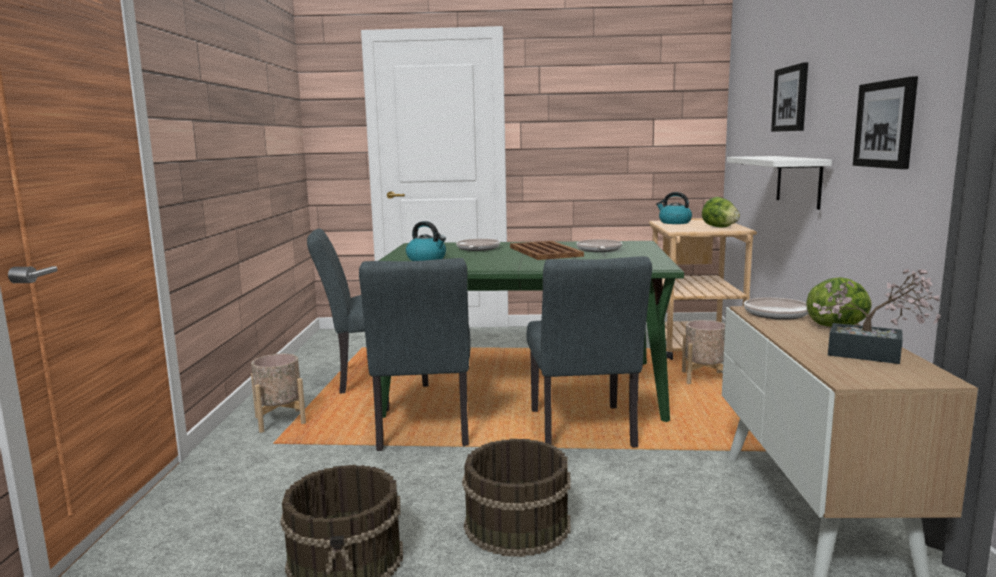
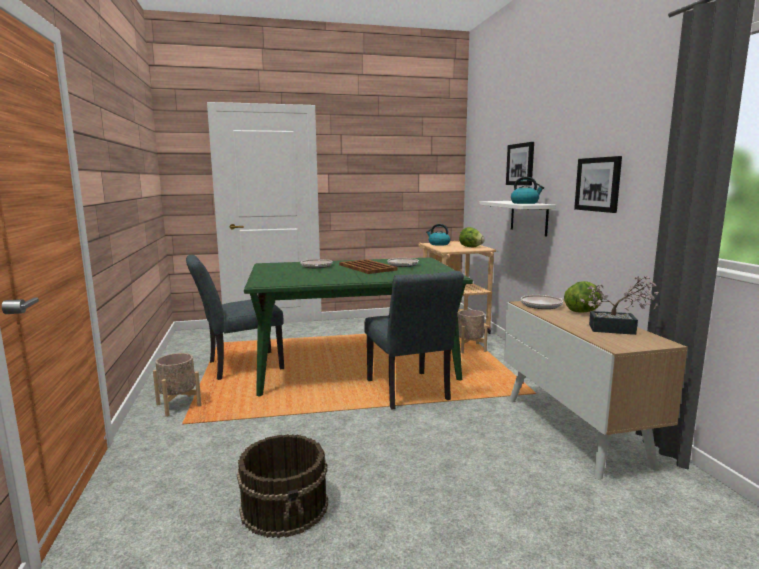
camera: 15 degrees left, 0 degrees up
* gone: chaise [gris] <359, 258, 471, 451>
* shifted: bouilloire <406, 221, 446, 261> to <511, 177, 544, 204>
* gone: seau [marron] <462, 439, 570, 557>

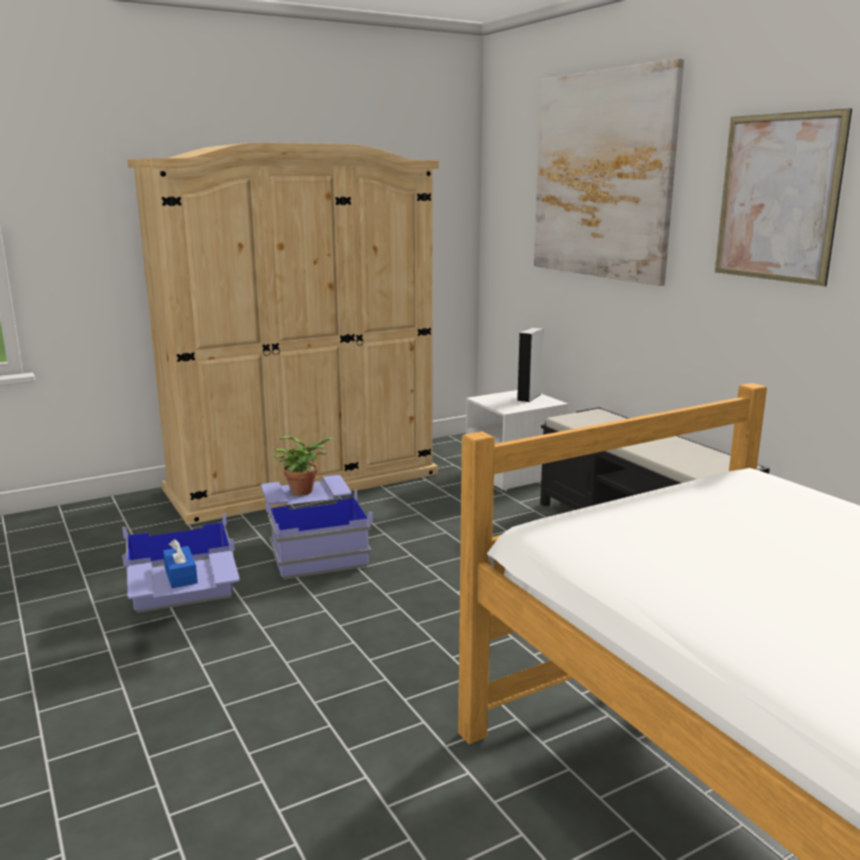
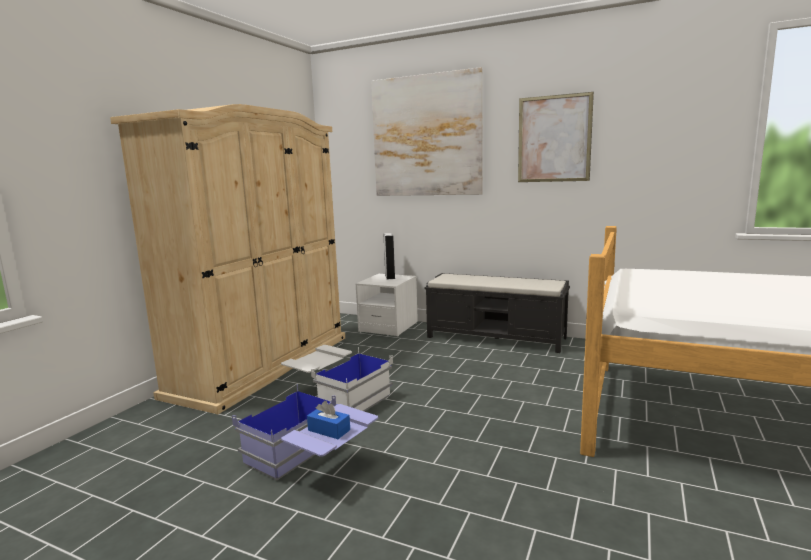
camera: 35 degrees left, 5 degrees down
* repainted: boîte de rangement [bleu] <261, 475, 373, 580> to boîte de rangement [blanc] <281, 345, 393, 412>
* gone: plante en pot <273, 436, 334, 496>

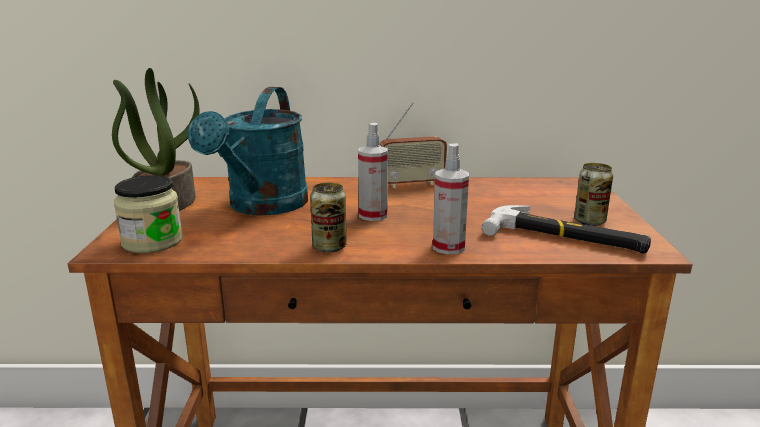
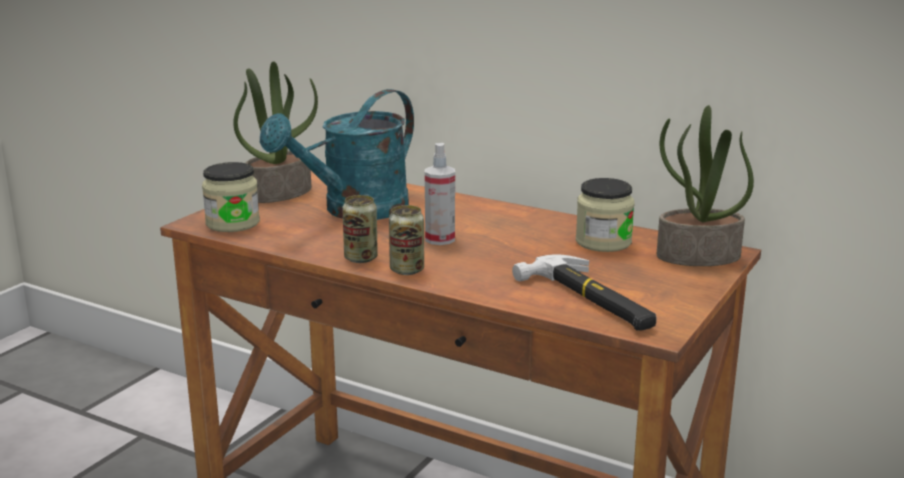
camera: 30 degrees right, 0 degrees up
* gone: radio <379, 102, 447, 188>
* gone: vaporisateur <433, 143, 469, 255>
* shifted: boîte métallique <574, 163, 613, 226> to <389, 205, 424, 275>
* new: bocal <576, 178, 635, 252>
* new: plante en pot <657, 105, 754, 266>

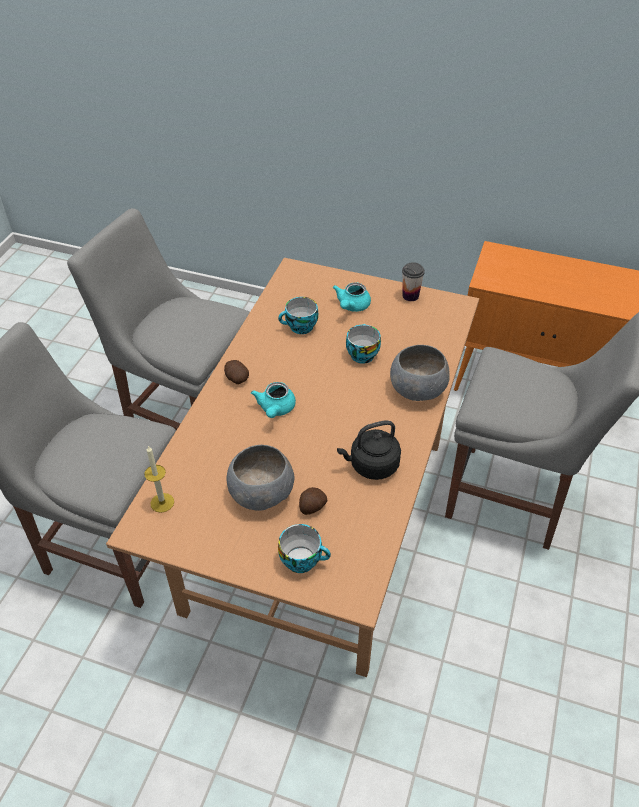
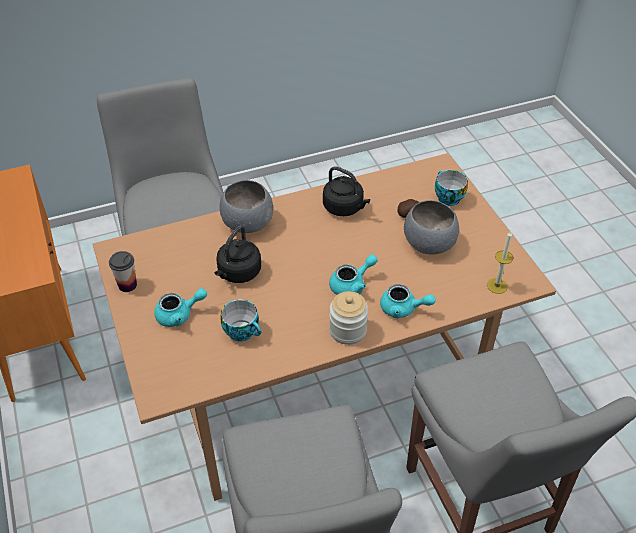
camera: 130 degrees left, 0 degrees up
* swapped: pomme de terre <224, 360, 249, 384> to bocal <329, 291, 368, 345>
* swapped: tasse <346, 324, 381, 364> to bouilloire [noir] <215, 226, 261, 283>
* new: théière [turquoise] <380, 284, 435, 318>

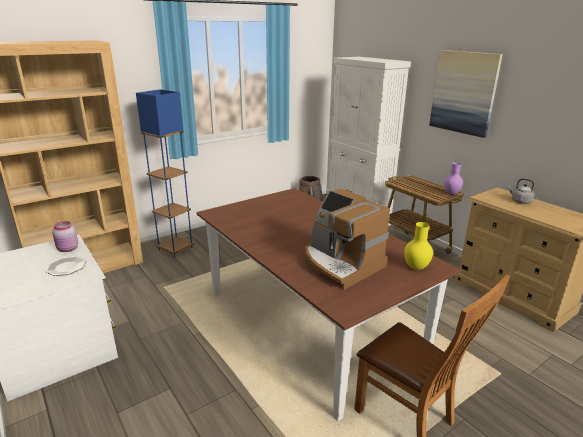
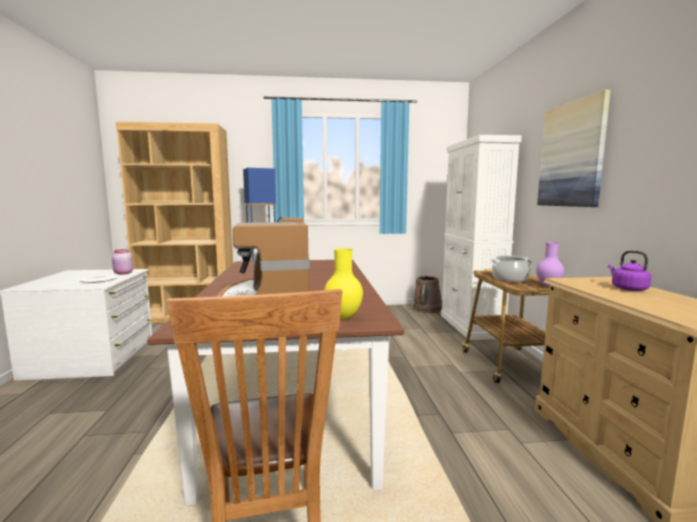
camera: 30 degrees right, 15 degrees down
* repainted: bouilloire [gris] <508, 178, 534, 204> to bouilloire [violet] <608, 251, 651, 291>
* new: marmite <491, 255, 533, 282>

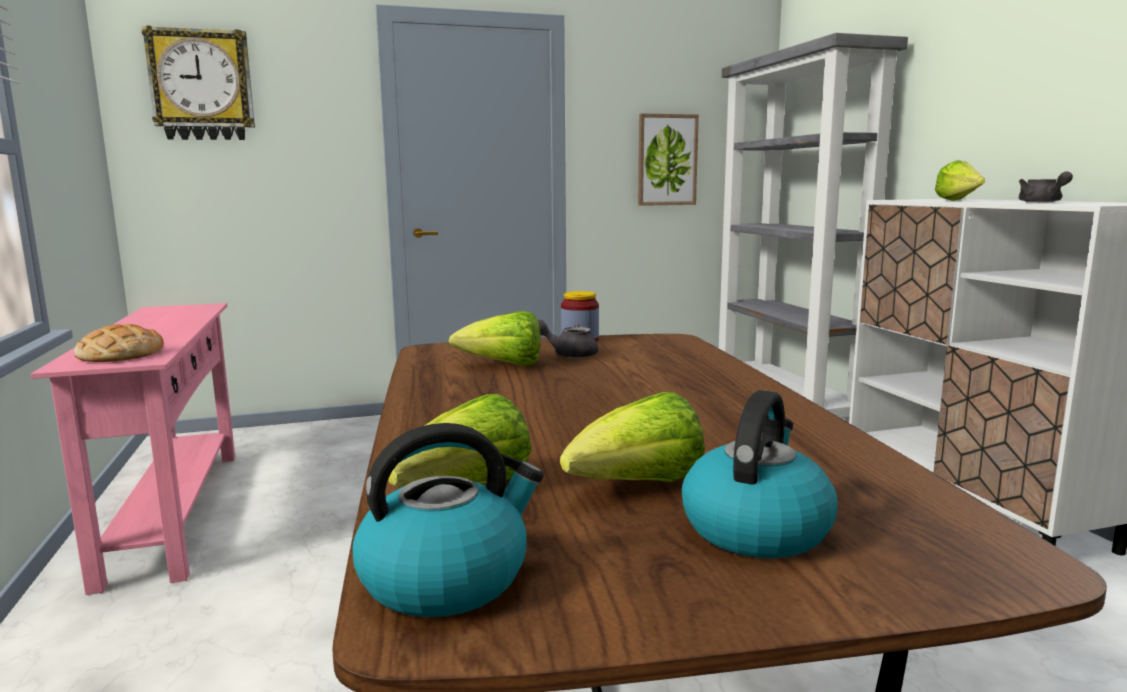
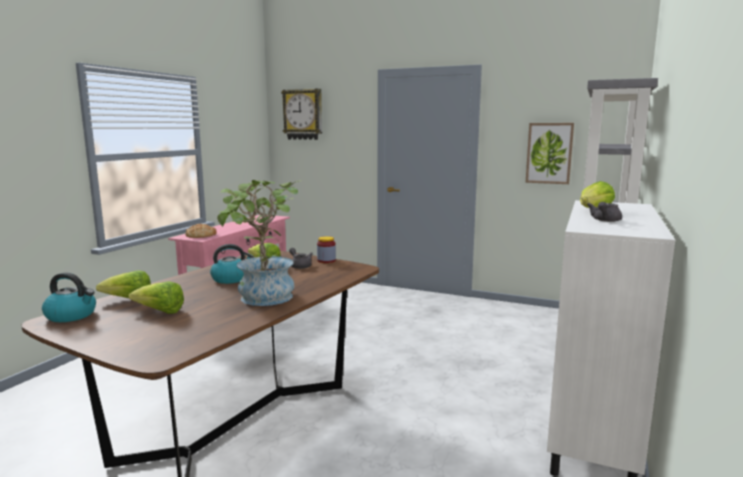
camera: 40 degrees right, 0 degrees up
* shifted: bouilloire <682, 390, 838, 558> to <210, 244, 254, 284>
* new: plante en pot <217, 180, 302, 306>

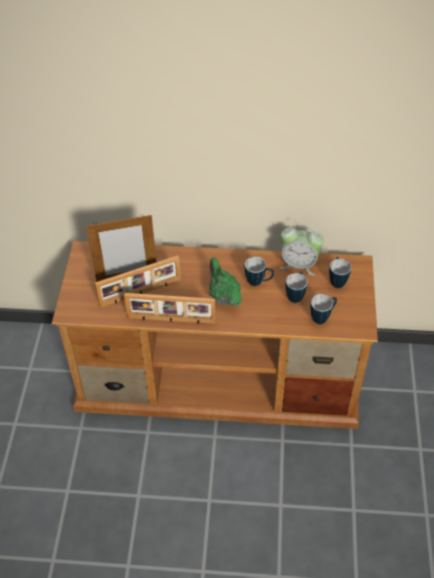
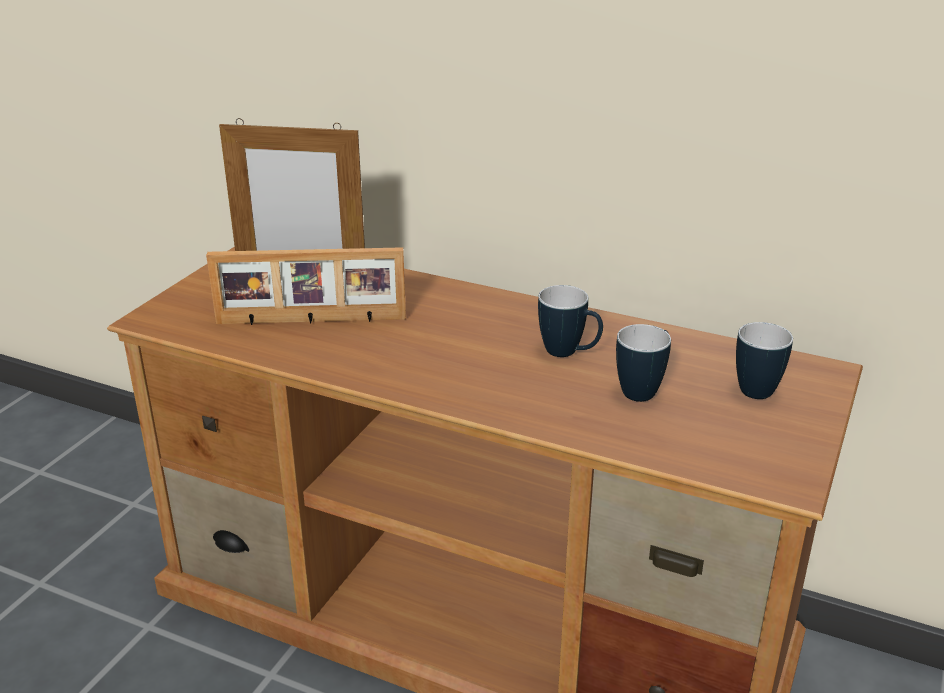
camera: 20 degrees right, 20 degrees down
* gone: cadre photo <124, 293, 216, 324>
* gone: théière [vert] <209, 257, 242, 306>
* gone: réveil <280, 225, 324, 275>
* gone: mug <310, 294, 337, 324>

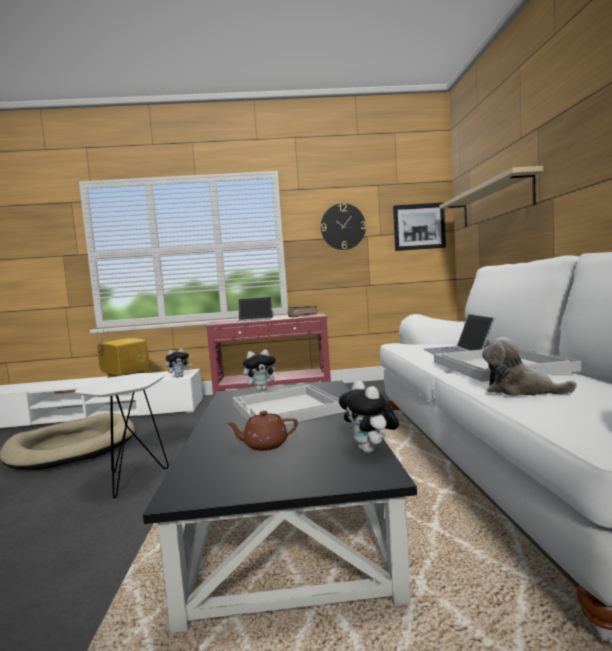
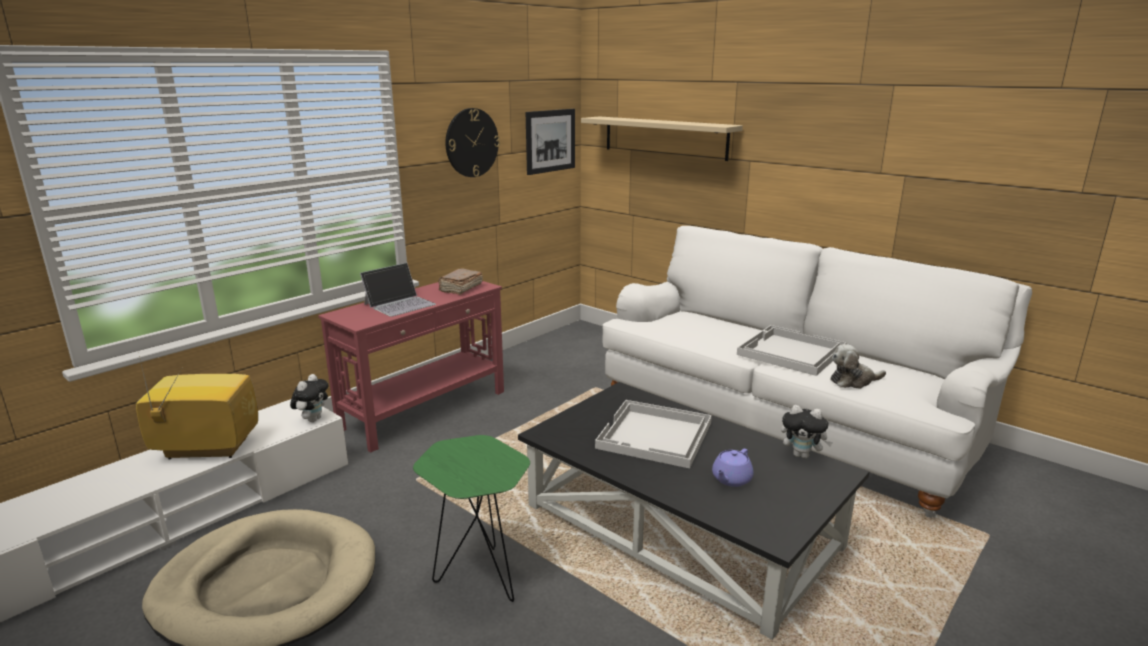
camera: 45 degrees left, 15 degrees up
* repainted: table d'appoint [blanc] <75, 373, 169, 499> to table d'appoint [vert] <413, 435, 530, 602>
* repainted: théière [marron] <226, 411, 298, 451> to théière [violet] <712, 449, 754, 487>
* gone: peluche <243, 349, 280, 391>
* gone: ordinateur portable <423, 314, 495, 354>

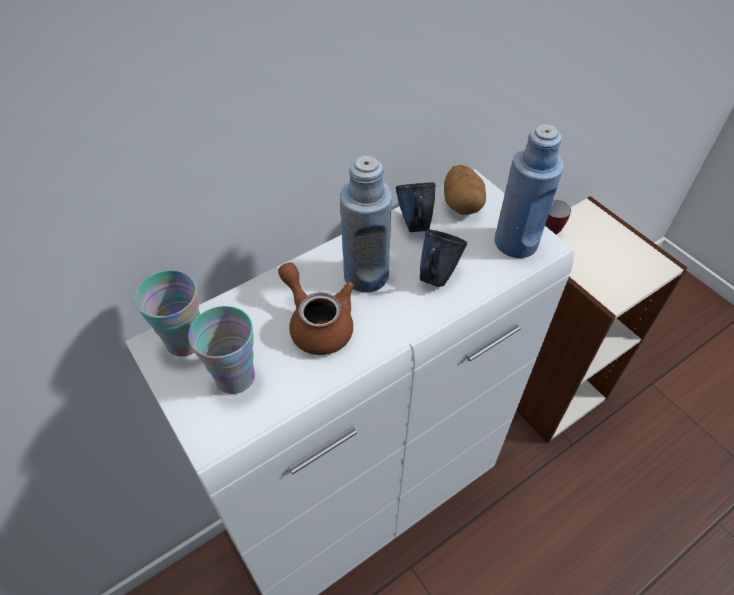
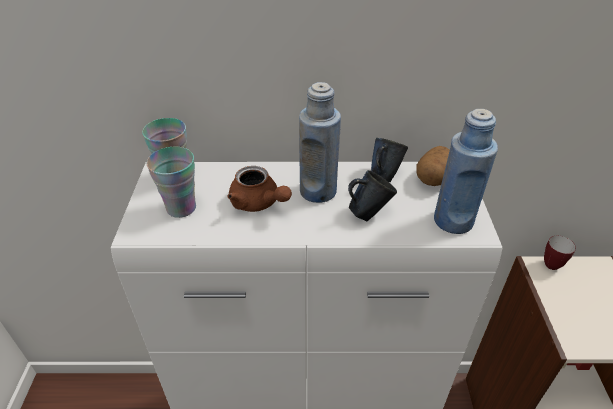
camera: 35 degrees right, 10 degrees down
* rotated: théière [marron] <278, 262, 354, 355> = <228, 166, 292, 212> 135 degrees clockwise

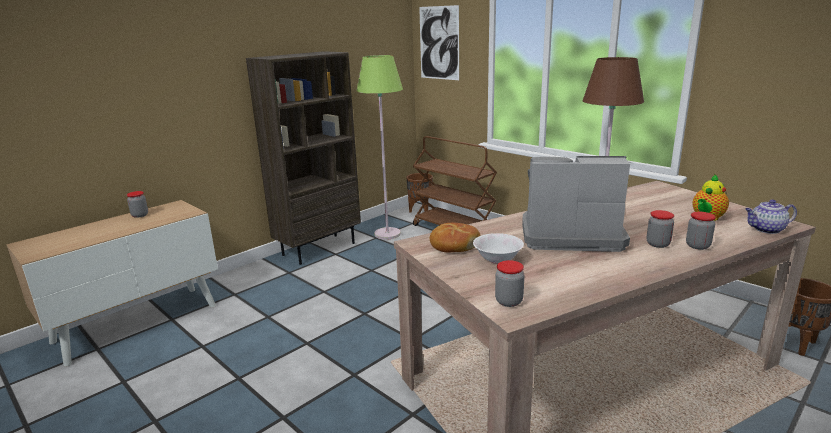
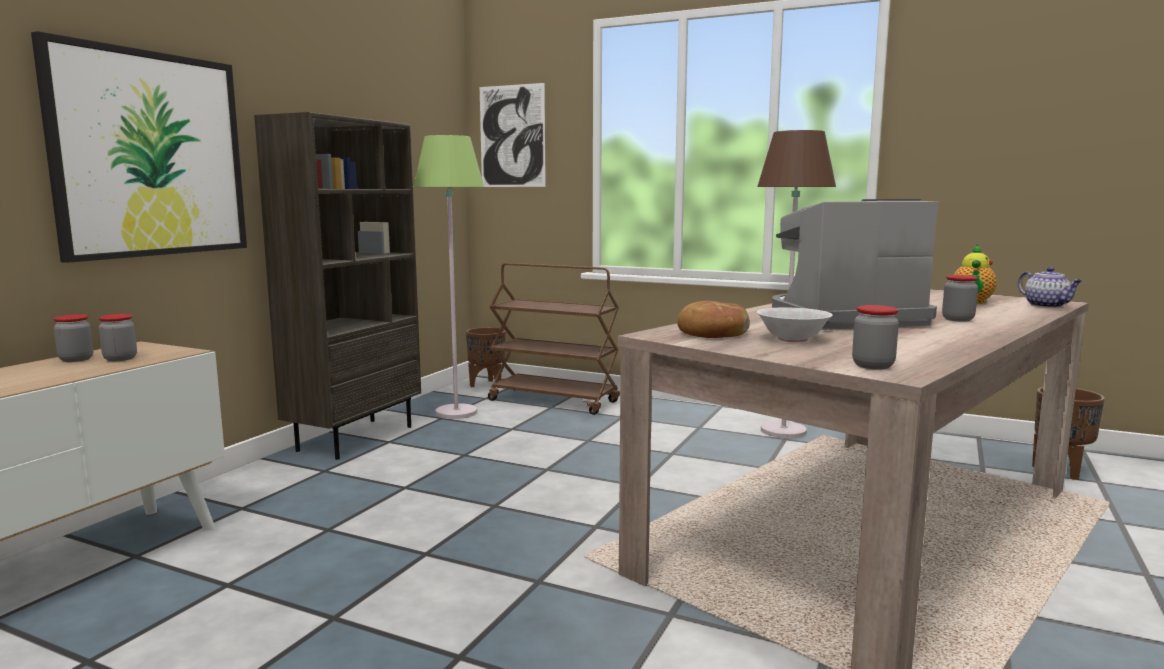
camera: 20 degrees left, 10 degrees down
* shifted: bocal <686, 212, 716, 250> to <99, 314, 137, 361>
* rotated: théière <745, 200, 797, 234> = <1018, 267, 1082, 308> 90 degrees counterclockwise
* new: tableau <31, 31, 247, 263>

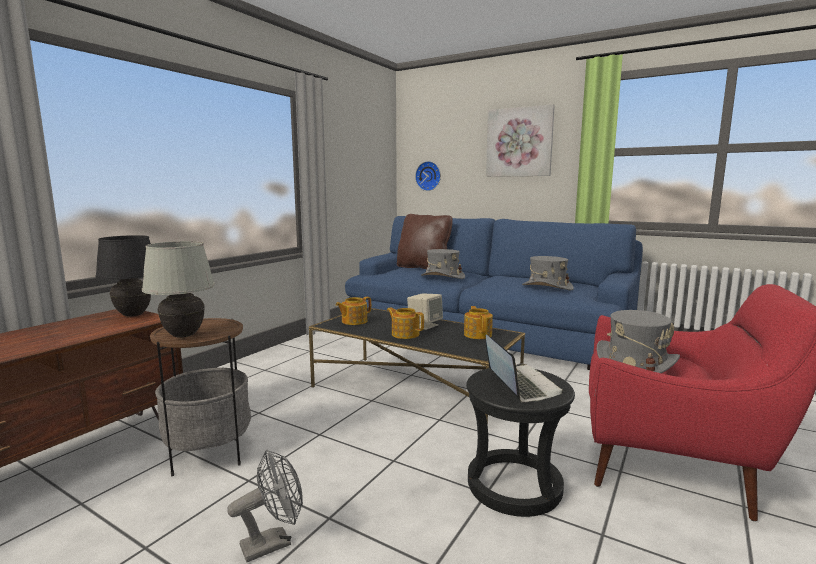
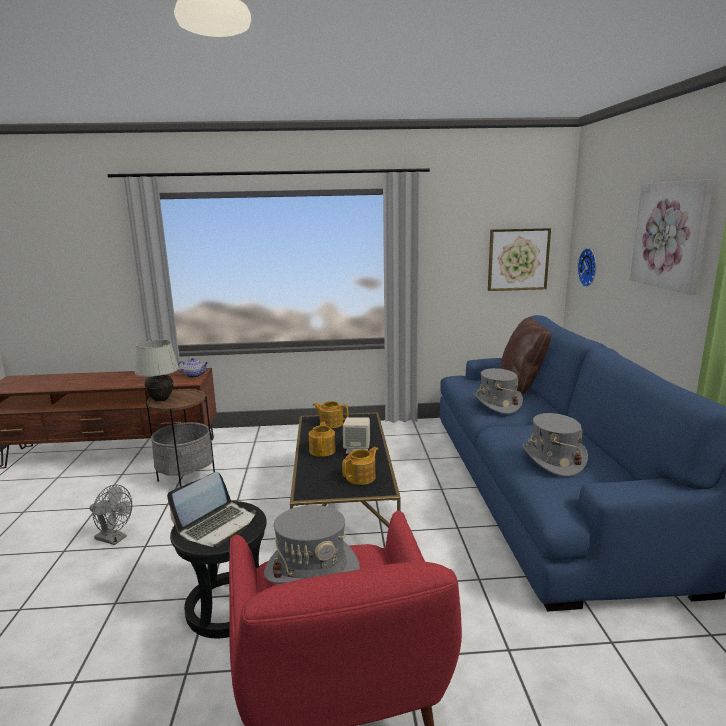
camera: 55 degrees right, 5 degrees up
* swapped: lampe de table [noir] <95, 235, 151, 317> to théière <178, 358, 208, 378>
* new: tableau <488, 228, 551, 291>

